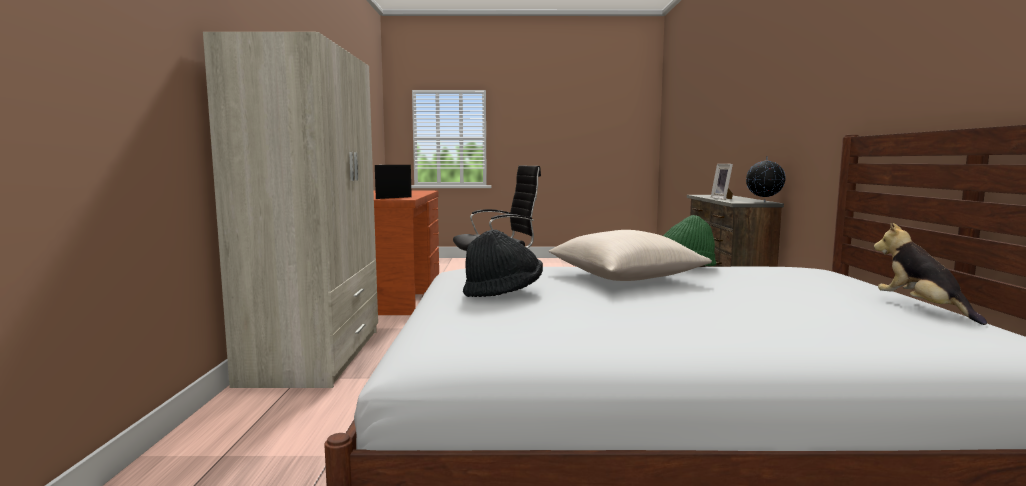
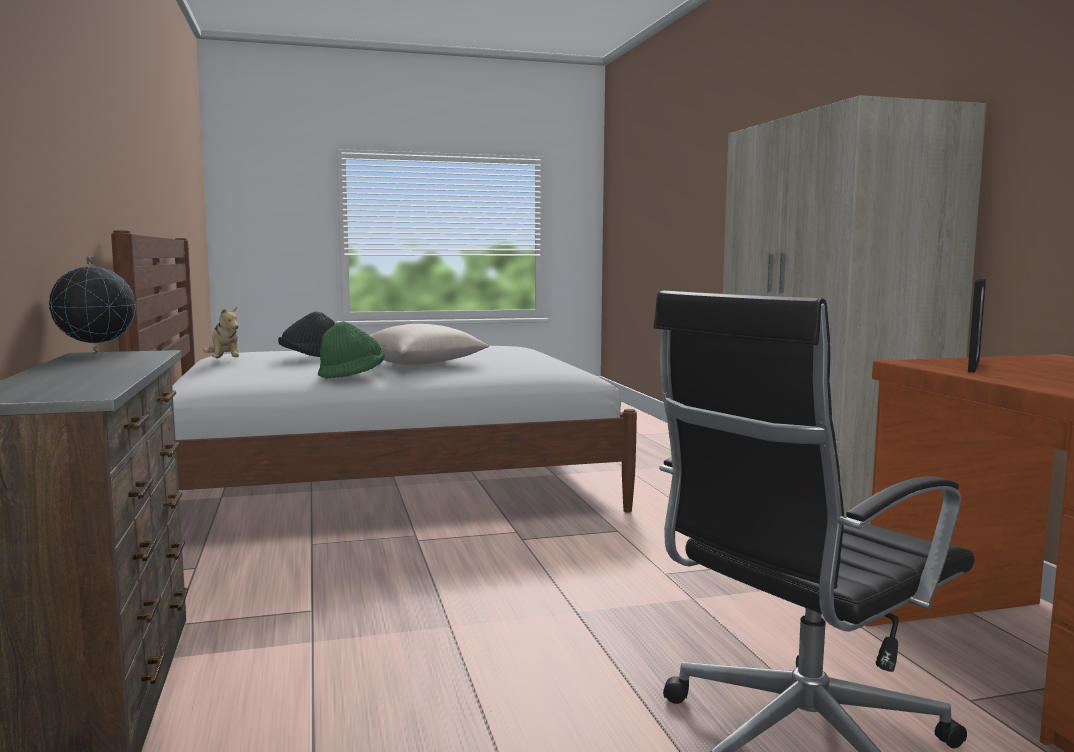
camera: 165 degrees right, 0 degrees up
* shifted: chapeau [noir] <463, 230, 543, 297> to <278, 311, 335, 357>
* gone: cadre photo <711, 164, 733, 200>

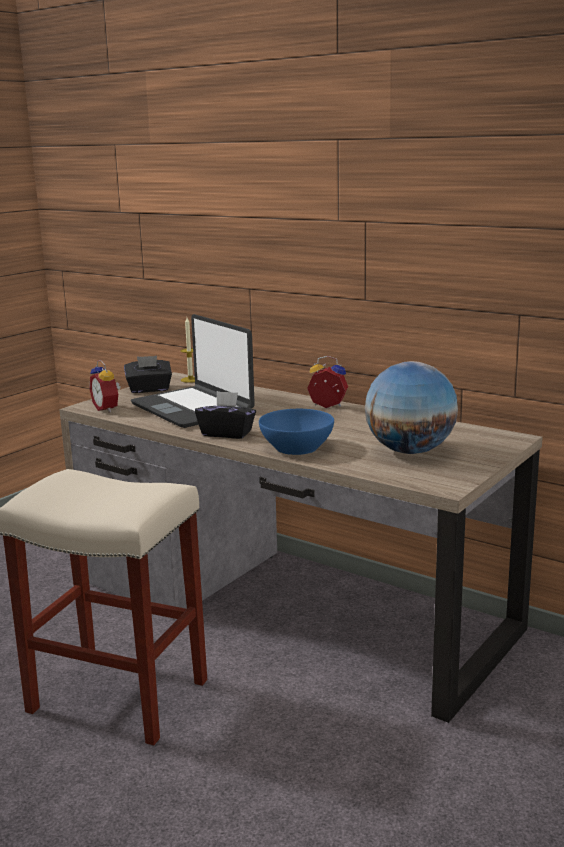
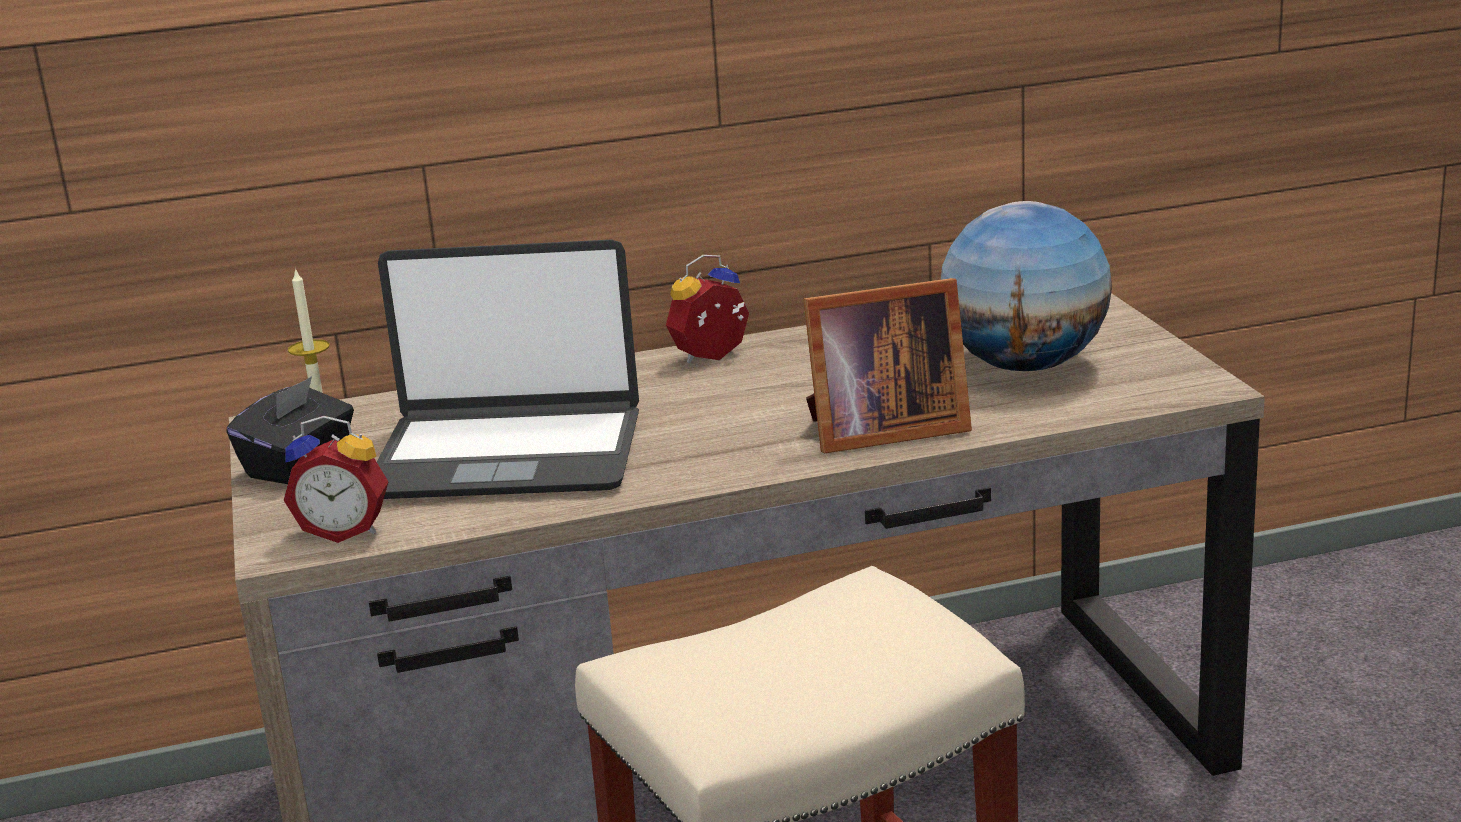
camera: 50 degrees left, 5 degrees up
* gone: boîte à mouchoirs [noir] <195, 391, 256, 439>
* swapped: bol [bleu] <259, 409, 334, 455> to cadre photo <803, 278, 972, 454>

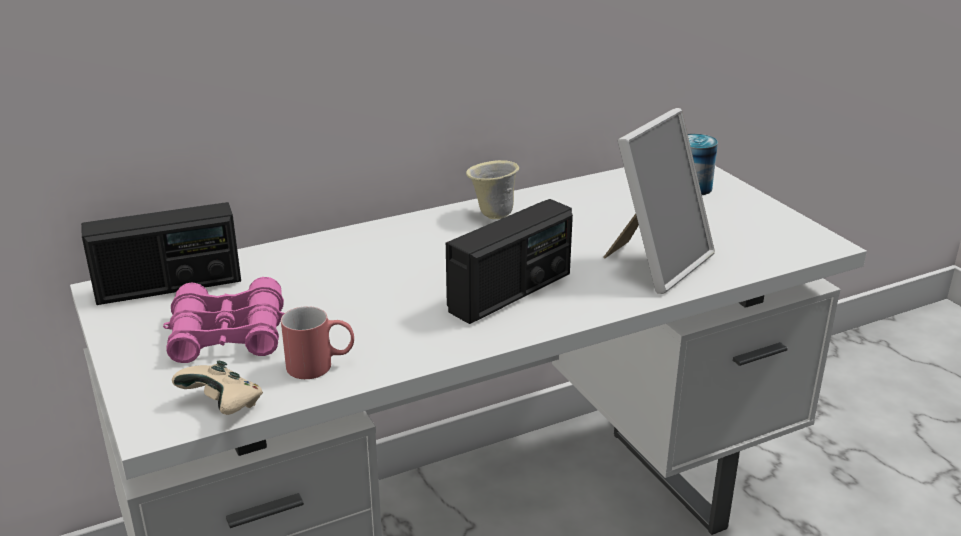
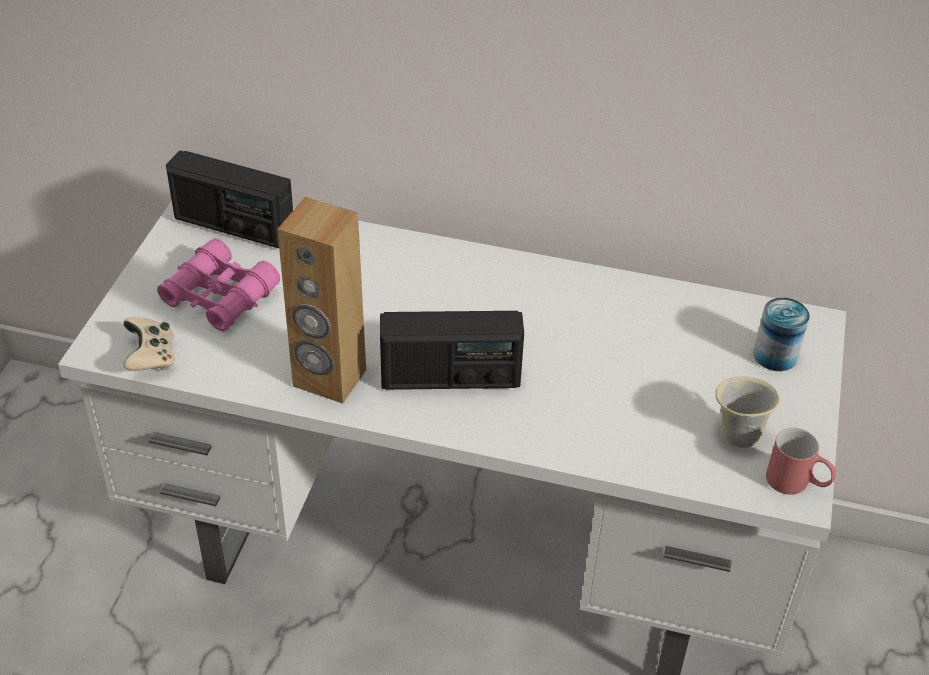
camera: 40 degrees right, 15 degrees up
* shifted: mug [rouge] <281, 306, 354, 379> to <766, 428, 836, 495>
* shifted: mug [beige] <466, 160, 519, 219> to <715, 376, 780, 448>
* gone: cadre photo <603, 108, 715, 294>
* new: enceinte [marron] <277, 197, 366, 404>

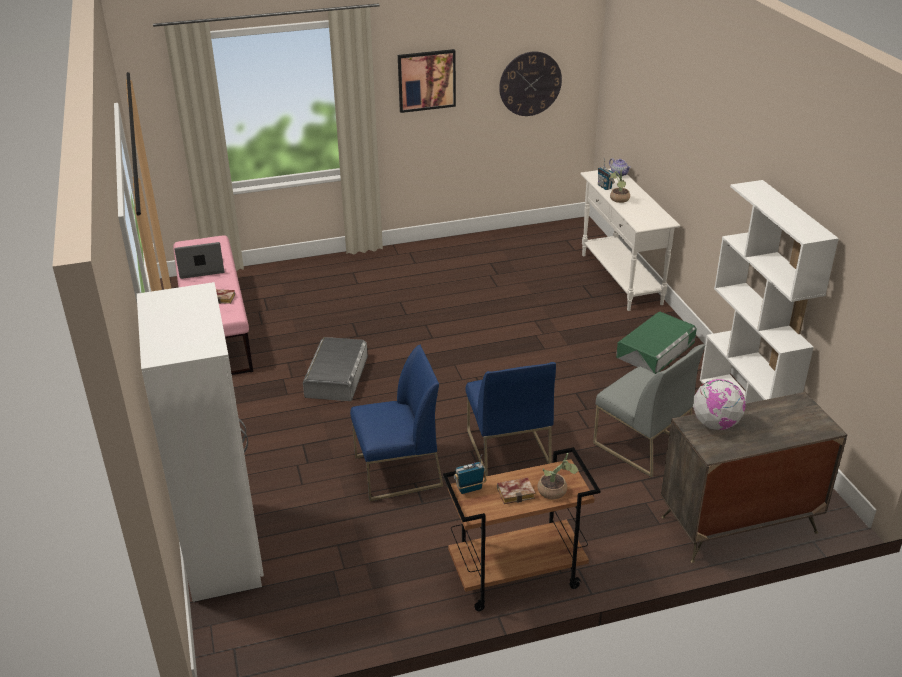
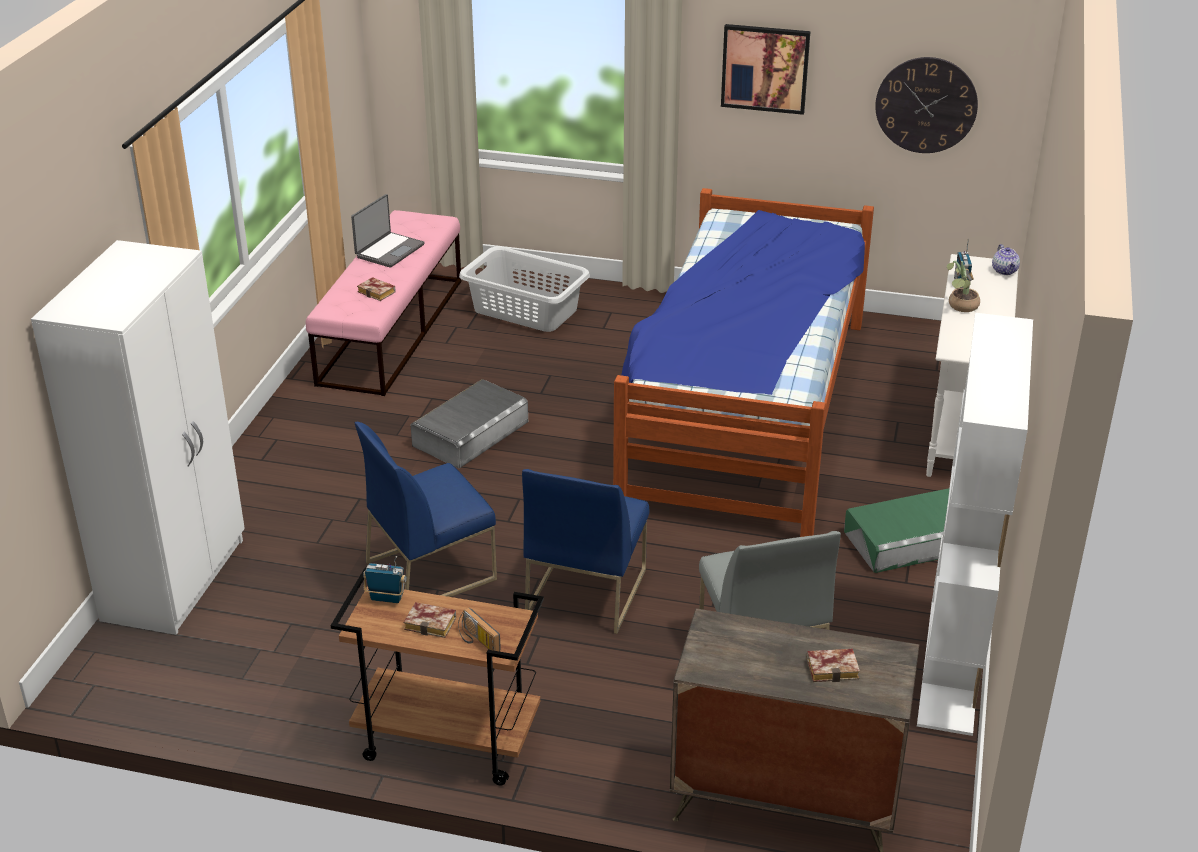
camera: 30 degrees right, 0 degrees up
* rotated: ordinateur portable <174, 242, 224, 279> = <351, 194, 425, 268> 105 degrees clockwise
* rotated: chaise [bleu] <350, 345, 443, 501> = <354, 422, 497, 597> 135 degrees clockwise
* swapped: plante en pot <537, 453, 579, 499> to radio <458, 607, 501, 652>
* gone: globe <693, 379, 745, 430>
* new: panier à linge [gris] <459, 247, 590, 332>
* new: lit <613, 188, 874, 537>
* new: livre <806, 648, 860, 682>

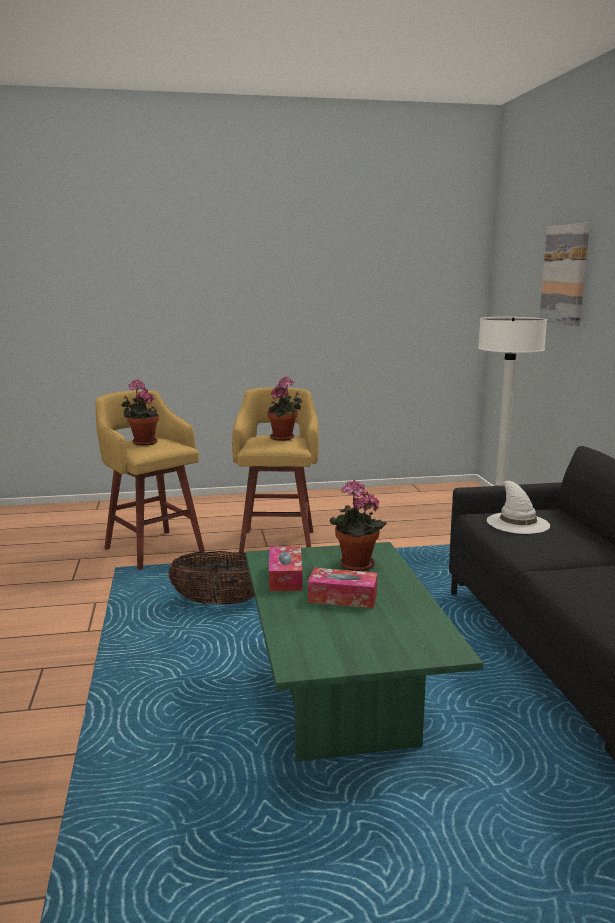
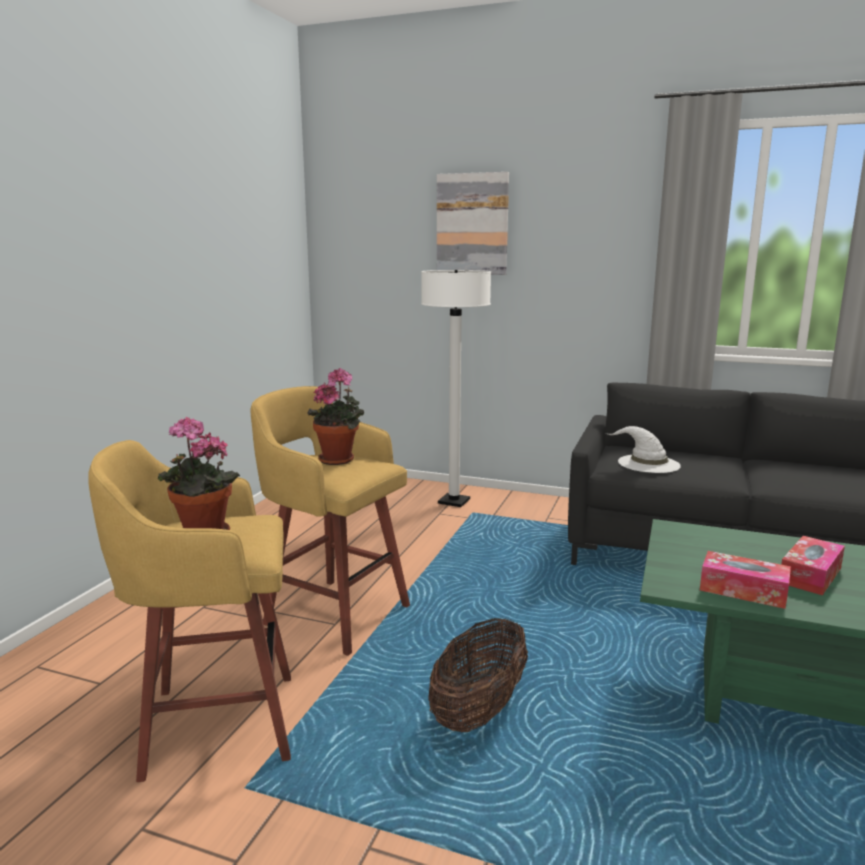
camera: 60 degrees left, 0 degrees up
* gone: plante en pot <330, 480, 387, 571>

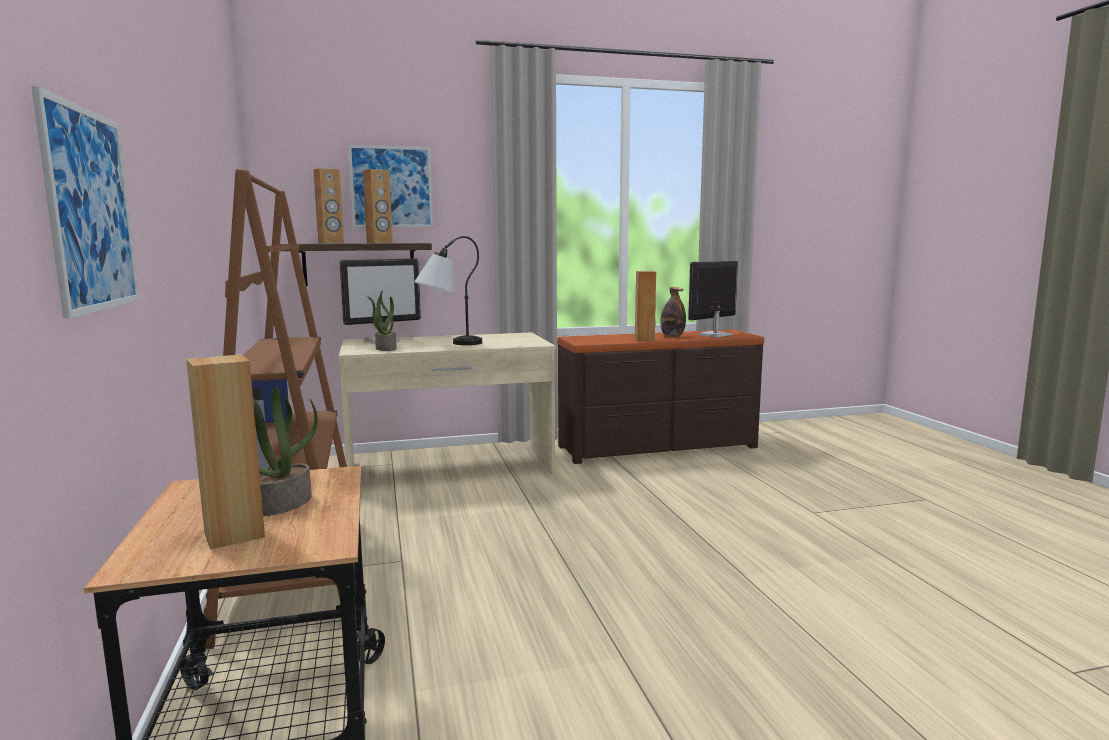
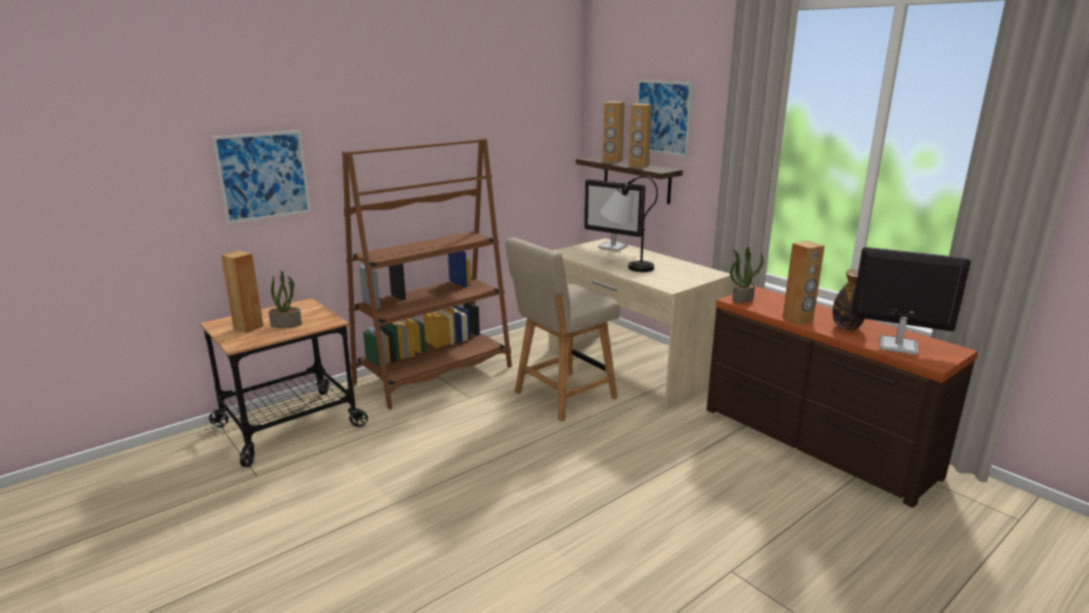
camera: 65 degrees right, 10 degrees up
* shifted: plante en pot <367, 291, 397, 351> to <730, 247, 764, 303>
* new: chaise [beige] <505, 237, 620, 422>

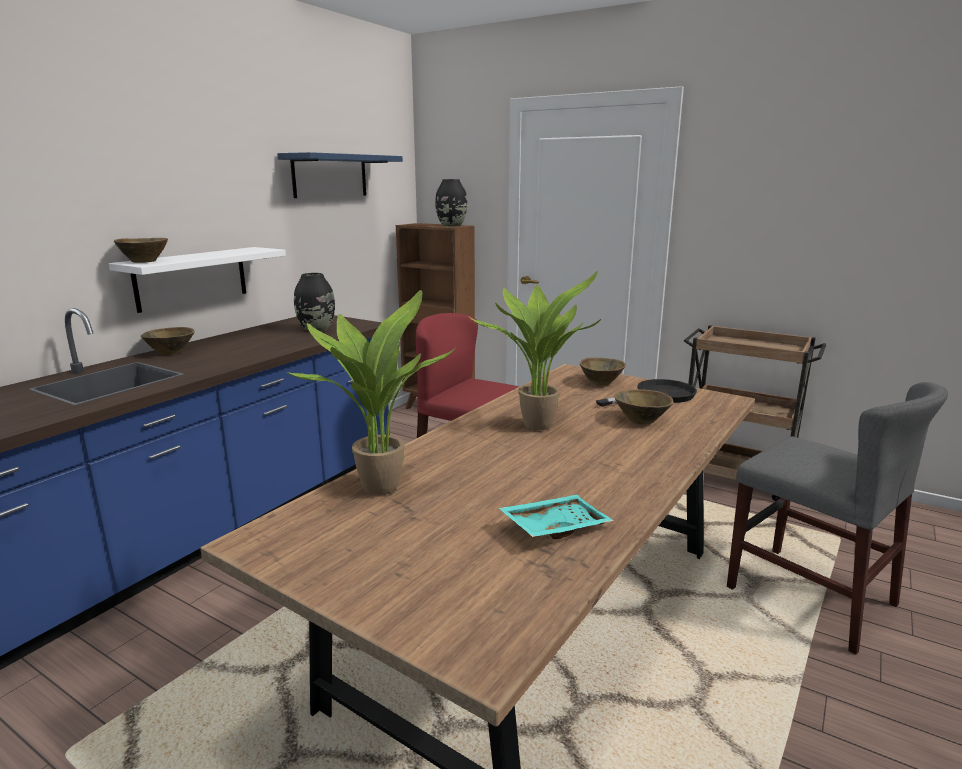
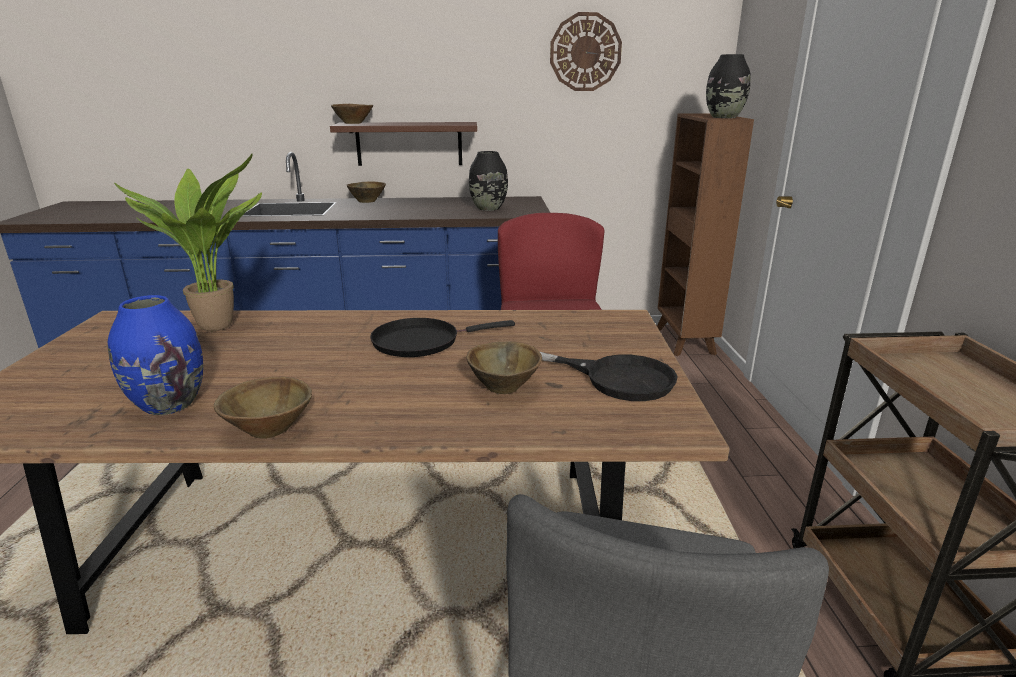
camera: 55 degrees right, 5 degrees up
* repainted: étagère [blanc] <109, 247, 286, 313> to étagère [marron] <330, 122, 477, 166>
* swapped: étagère [bleu] <277, 152, 403, 198> to horloge murale <550, 12, 622, 91>
* swapped: plante en pot <470, 271, 601, 431> to poêle [noir] <370, 318, 515, 357>
* swapped: plateau [turquoise] <499, 495, 614, 539> to vase [bleu] <107, 295, 203, 415>
* shifted: bol [marron] <580, 357, 626, 386> to <214, 377, 312, 439>

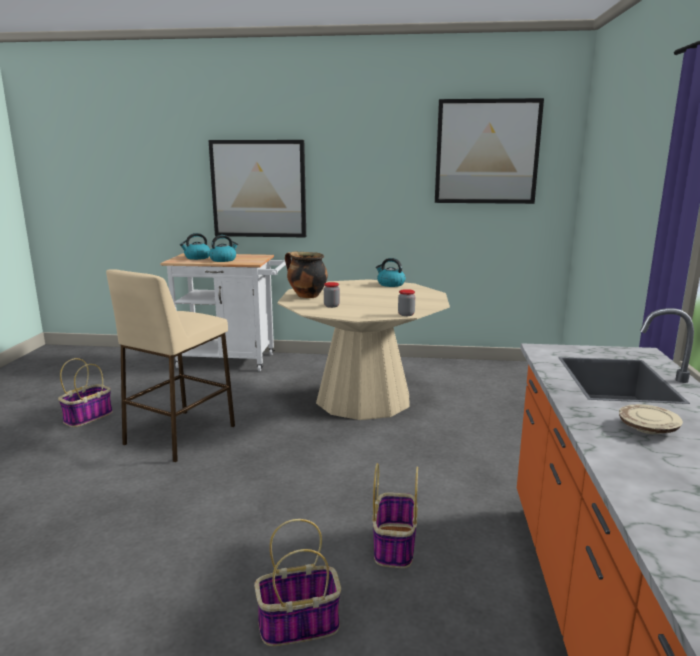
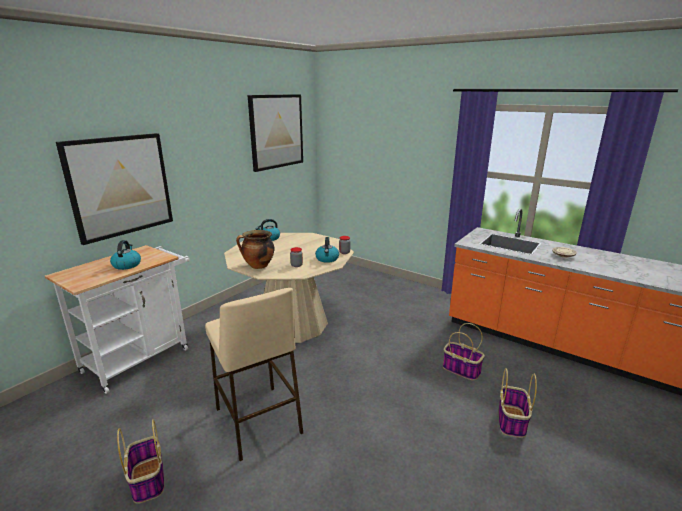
camera: 60 degrees left, 5 degrees up
* shifted: bouilloire <180, 233, 210, 260> to <315, 237, 339, 263>

